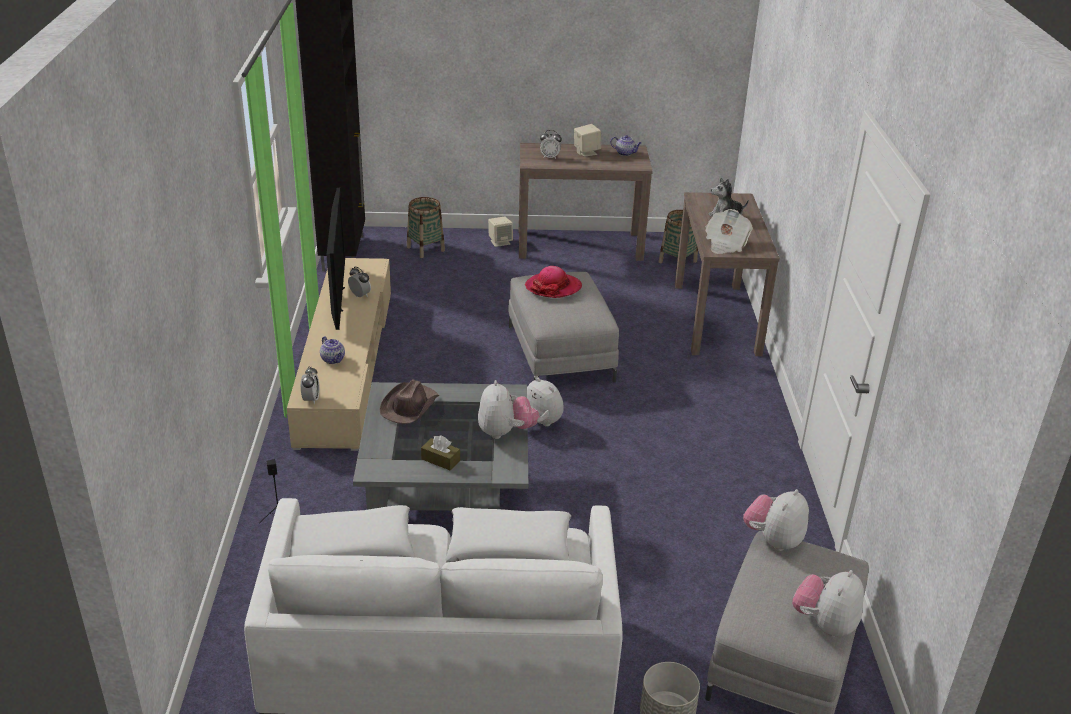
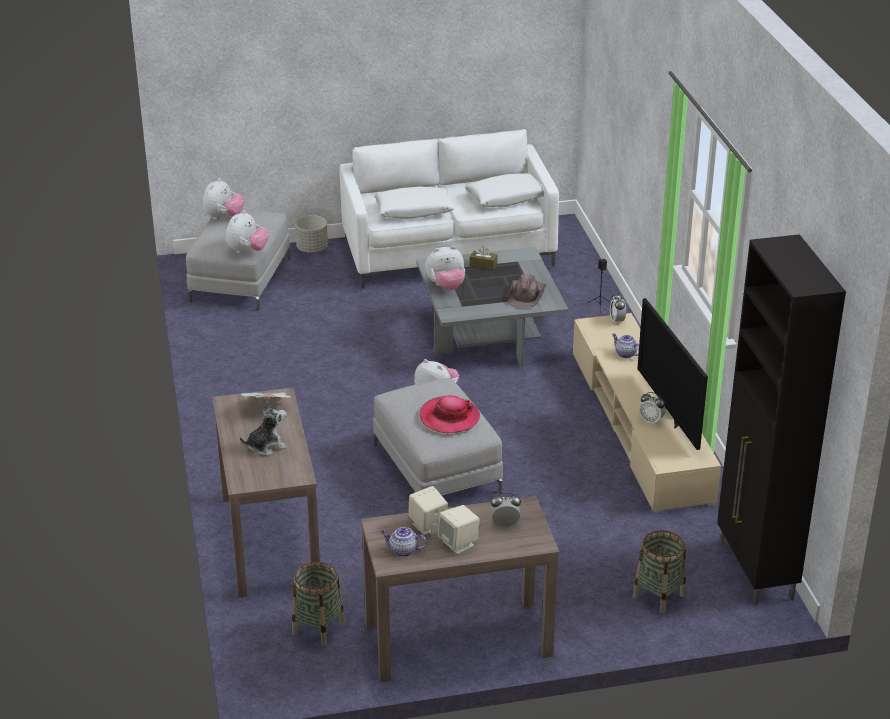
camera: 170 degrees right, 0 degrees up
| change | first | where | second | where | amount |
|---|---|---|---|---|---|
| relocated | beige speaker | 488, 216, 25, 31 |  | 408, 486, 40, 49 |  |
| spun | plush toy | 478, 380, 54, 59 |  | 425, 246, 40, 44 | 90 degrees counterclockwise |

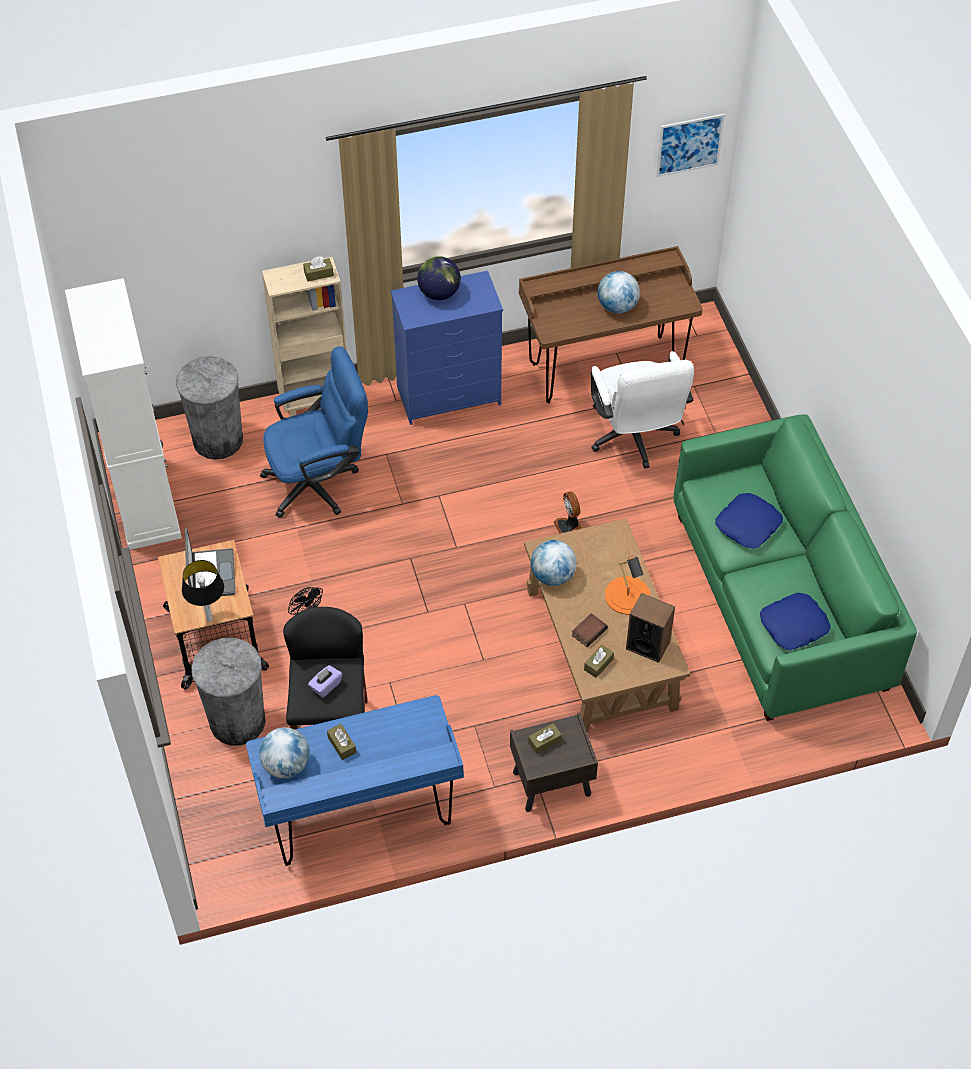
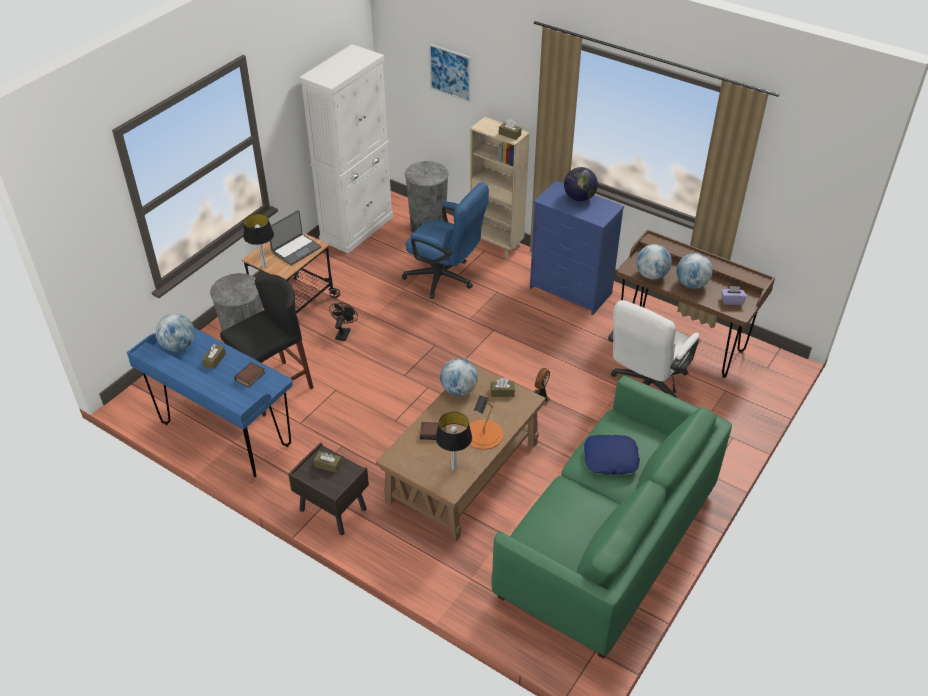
camera: 50 degrees right, 10 degrees down
| change | first | where | second | where | amount |
|---|---|---|---|---|---|
| missing | blue pillow | 760, 593, 71, 57 |  |  |  |
| appeared |  |  | book | 234, 362, 31, 26 |  |
| appeared |  |  | globe | 636, 244, 36, 35 |  |
| relocated | purple tissue box | 308, 665, 34, 33 |  | 721, 286, 26, 19 |  |
| relocated | brown tissue box | 584, 645, 30, 33 |  | 491, 378, 24, 19 |  |
| relocated | picture | 656, 114, 69, 63 |  | 429, 44, 42, 58 |  |
| exchanged | speaker | 626, 593, 49, 70 | table lamp | 436, 412, 36, 59 |  |

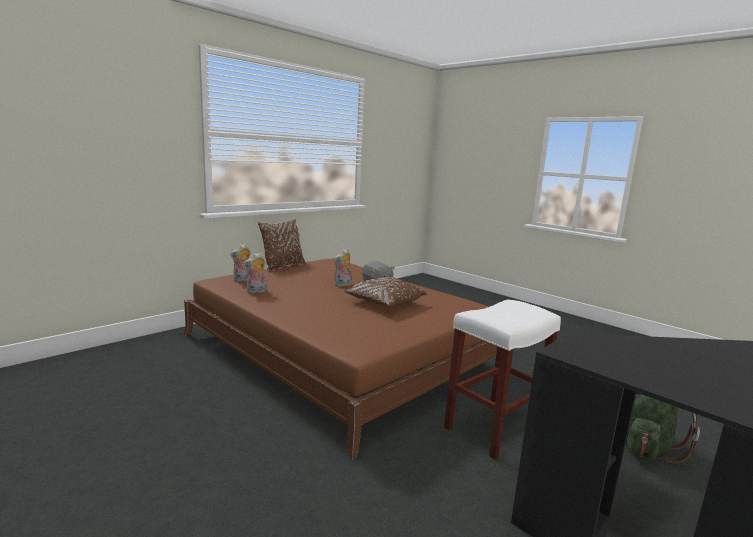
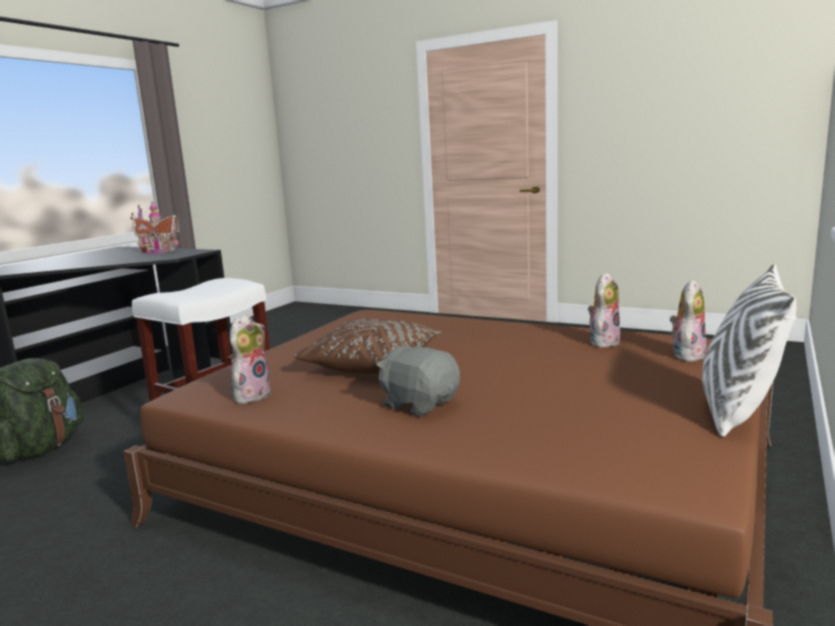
camera: 165 degrees right, 0 degrees up
| change | first | where | second | where | amount |
|---|---|---|---|---|---|
| appeared |  |  | toy house | 130, 201, 49, 53 |  |
| relocated | plush toy | 334, 249, 18, 38 |  | 230, 315, 42, 89 |  |
| colour | brown pillow | 258, 219, 47, 52 | white pillow | 702, 264, 94, 173 |  |

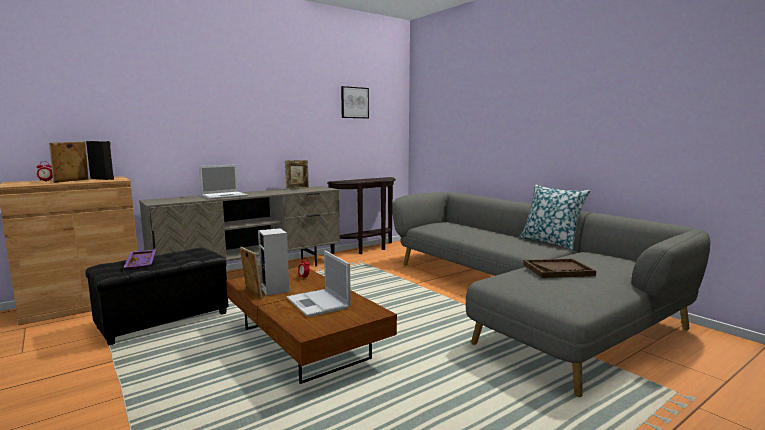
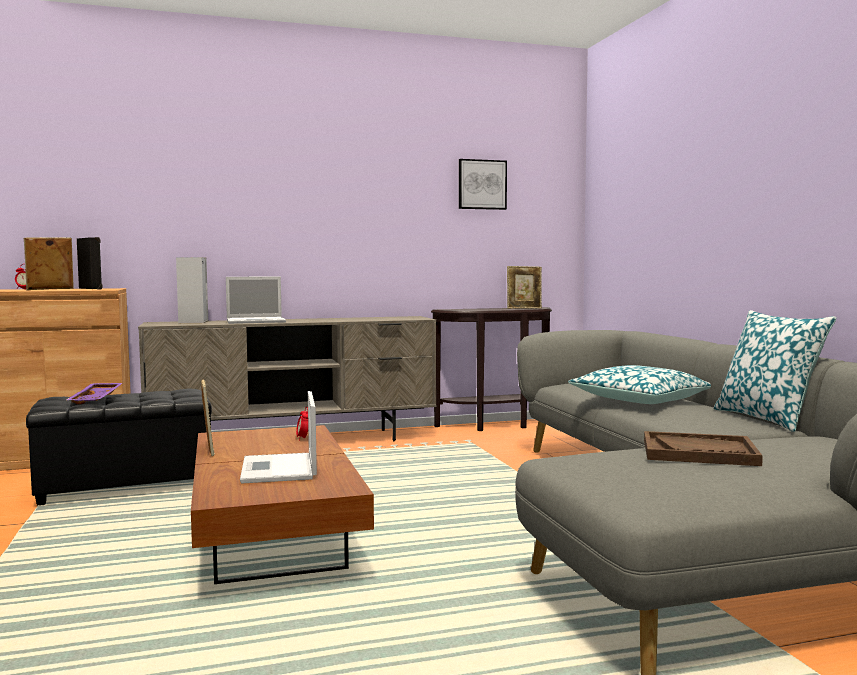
camera: 20 degrees right, 5 degrees down
| change | first | where | second | where | amount |
|---|---|---|---|---|---|
| appeared |  |  | pillow | 568, 365, 143, 39 |  |
| relocated | speaker | 258, 228, 31, 68 |  | 176, 257, 32, 66 |  |
| relocated | picture frame | 285, 160, 24, 29 |  | 507, 266, 35, 43 |  |

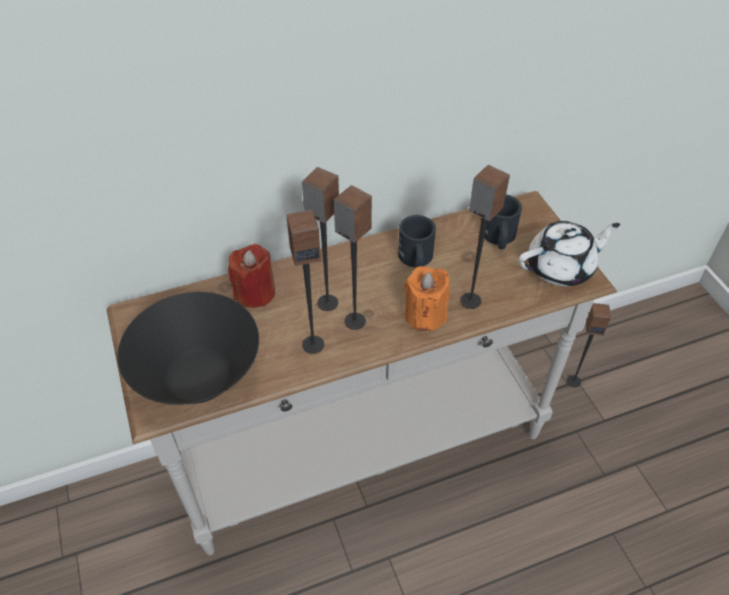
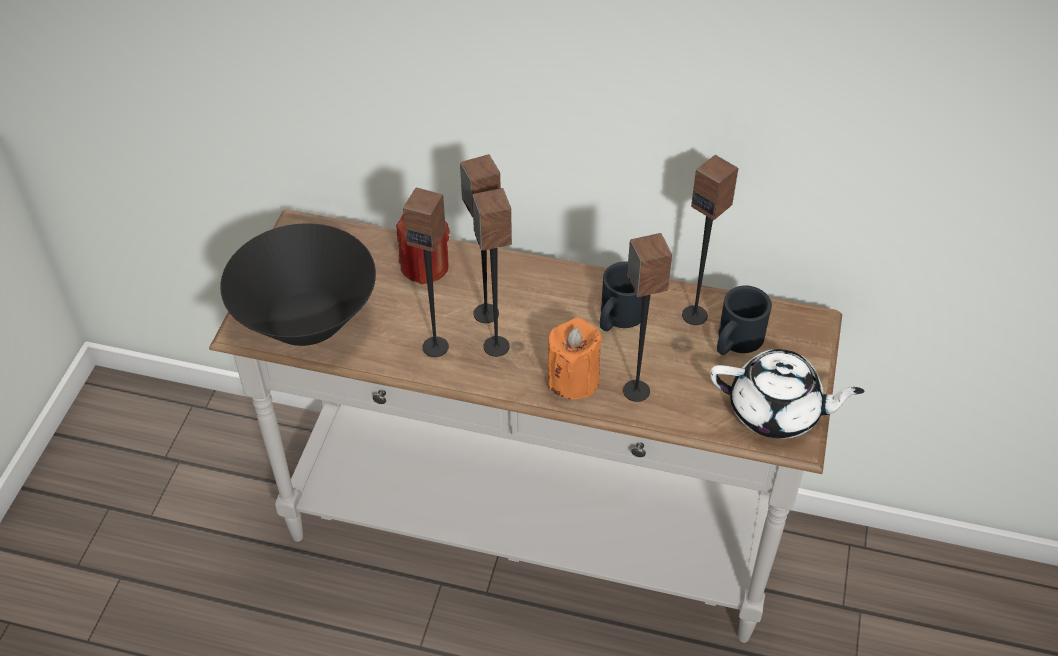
camera: 35 degrees right, 0 degrees up
| change | first | where | second | where | amount |
|---|---|---|---|---|---|
| relocated | speaker | 566, 303, 44, 84 |  | 682, 155, 57, 170 |  |

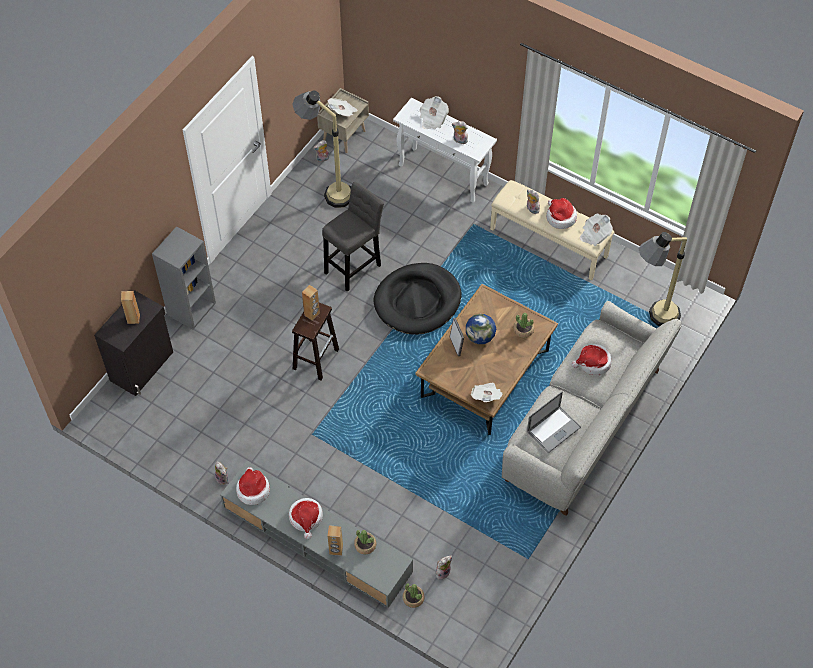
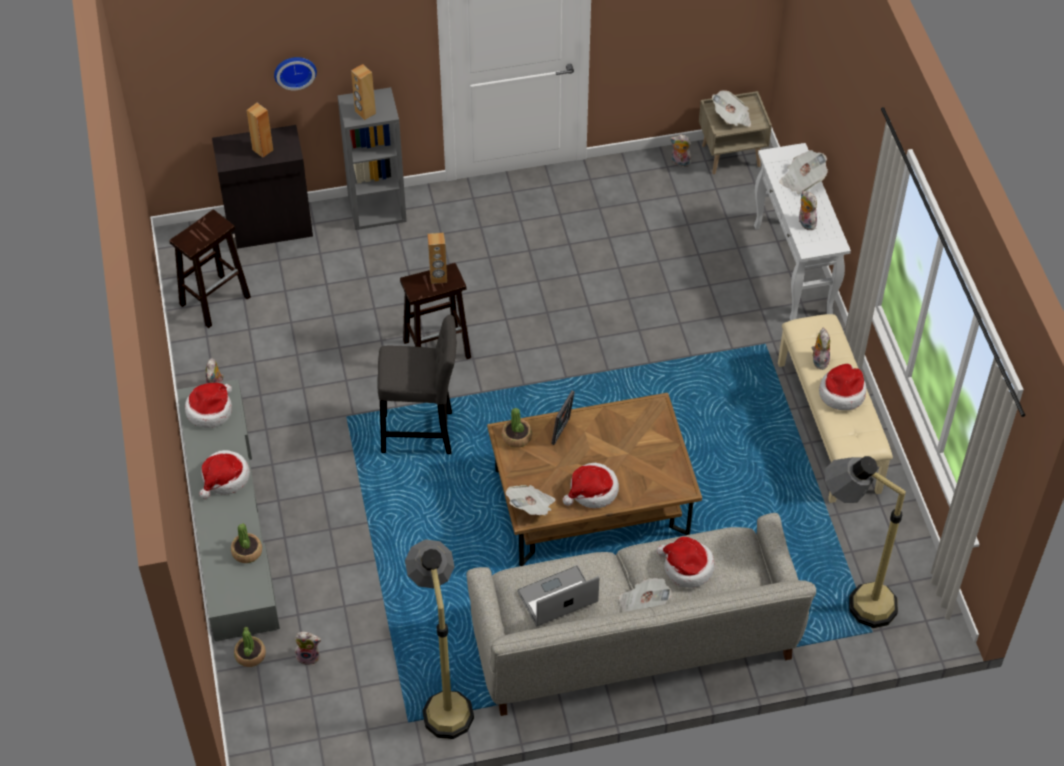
camera: 45 degrees right, 5 degrees down
| change | first | where | second | where | amount |
|---|---|---|---|---|---|
| missing | black dog bed | 374, 263, 88, 72 |  |  |  |
| missing | globe | 466, 314, 30, 30 |  |  |  |
| appeared |  |  | brown stool | 169, 210, 82, 118 |  |
| appeared |  |  | wall clock | 274, 57, 43, 33 |  |
| appeared |  |  | hat | 563, 463, 56, 45 |  |
| relocated | floor lamp | 292, 90, 59, 118 |  | 405, 539, 69, 200 |  |
| relocated | grey stool | 322, 182, 62, 110 |  | 377, 315, 80, 139 |  |
| relocated | brown speaker | 328, 525, 15, 31 |  | 351, 64, 25, 56 |  |
| relocated | potted plant | 514, 313, 20, 25 |  | 502, 408, 30, 40 |  |
| relocated | newspaper | 580, 213, 33, 33 |  | 618, 578, 54, 34 |  |
| spun | laptop | 527, 391, 54, 62 |  | 517, 566, 82, 60 | 150 degrees clockwise |

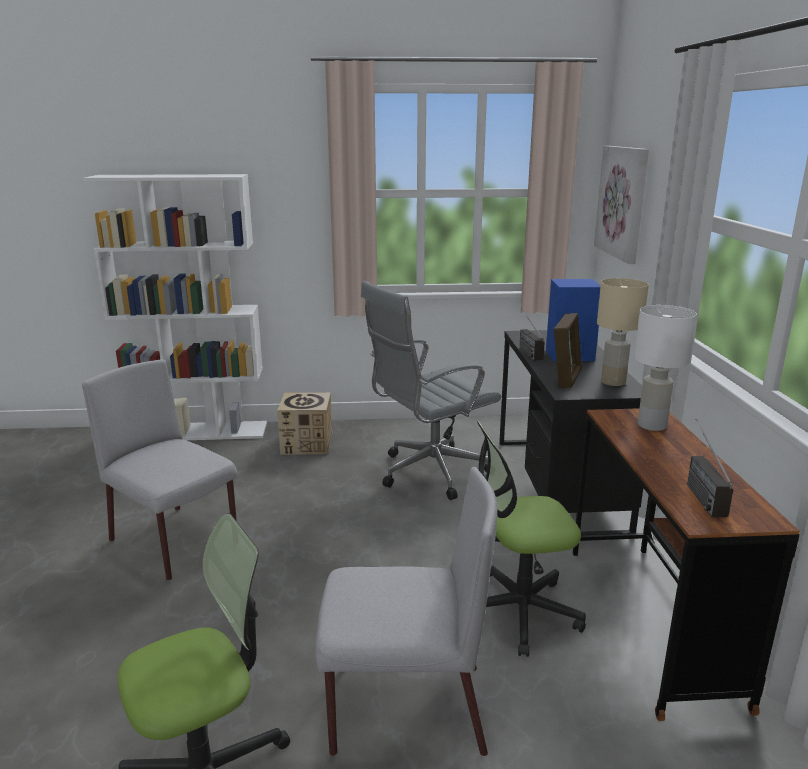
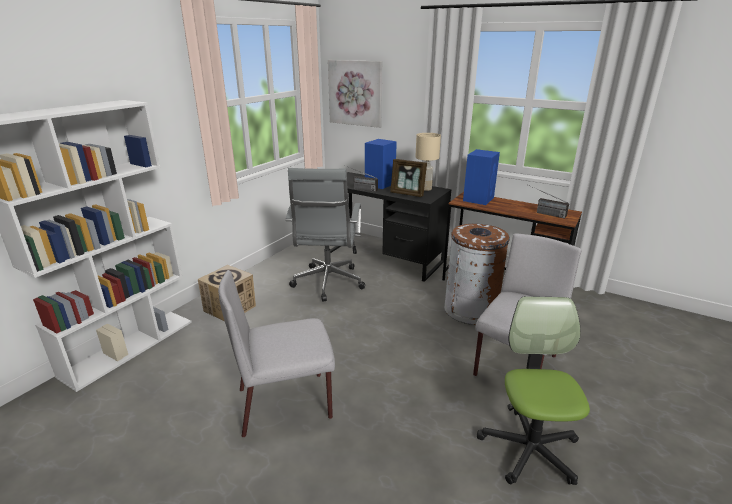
camera: 55 degrees left, 5 degrees up
| change | first | where | second | where | amount |
|---|---|---|---|---|---|
| exchanged | office chair | 477, 420, 109, 237 | brown trash can | 444, 224, 66, 101 |  |
| exchanged | white table lamp | 634, 305, 63, 126 | blue speaker | 463, 149, 37, 56 |  |
| spun | picture frame | 554, 313, 28, 75 |  | 390, 159, 37, 38 | 150 degrees clockwise |

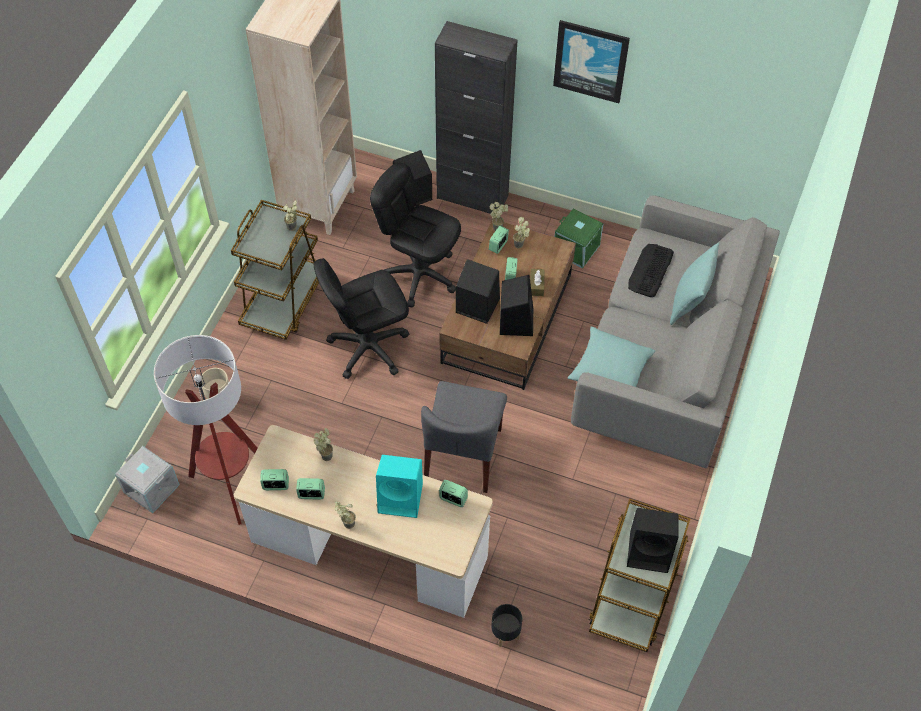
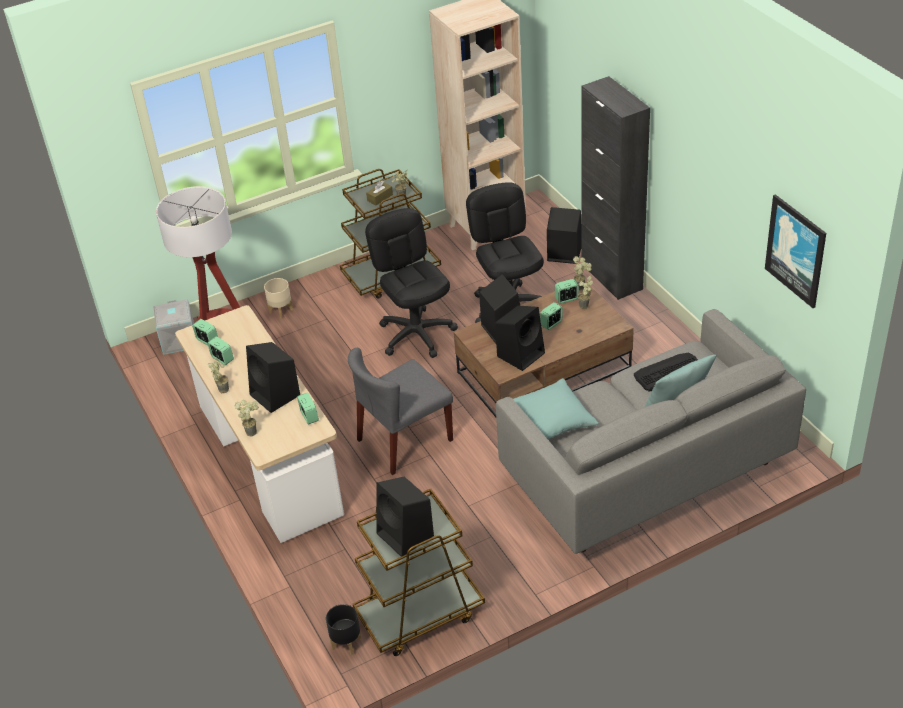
camera: 45 degrees right, 15 degrees down
| change | first | where | second | where | amount |
|---|---|---|---|---|---|
| missing | green storage box | 554, 209, 49, 59 |  |  |  |
| relocated | potted plant | 314, 428, 19, 33 |  | 234, 400, 25, 37 |  |
| relocated | black planter | 491, 604, 31, 43 |  | 326, 604, 35, 51 |  |
| relocated | brown tissue box | 530, 269, 14, 27 |  | 366, 180, 27, 25 |  |
| relocated | picture | 553, 20, 77, 83 |  | 765, 194, 61, 114 |  |
| colour | turquoise speaker | 376, 455, 47, 63 | black speaker | 246, 342, 54, 71 |  |
| spun | black office chair | 314, 258, 95, 121 |  | 365, 208, 93, 150 | 45 degrees clockwise |

